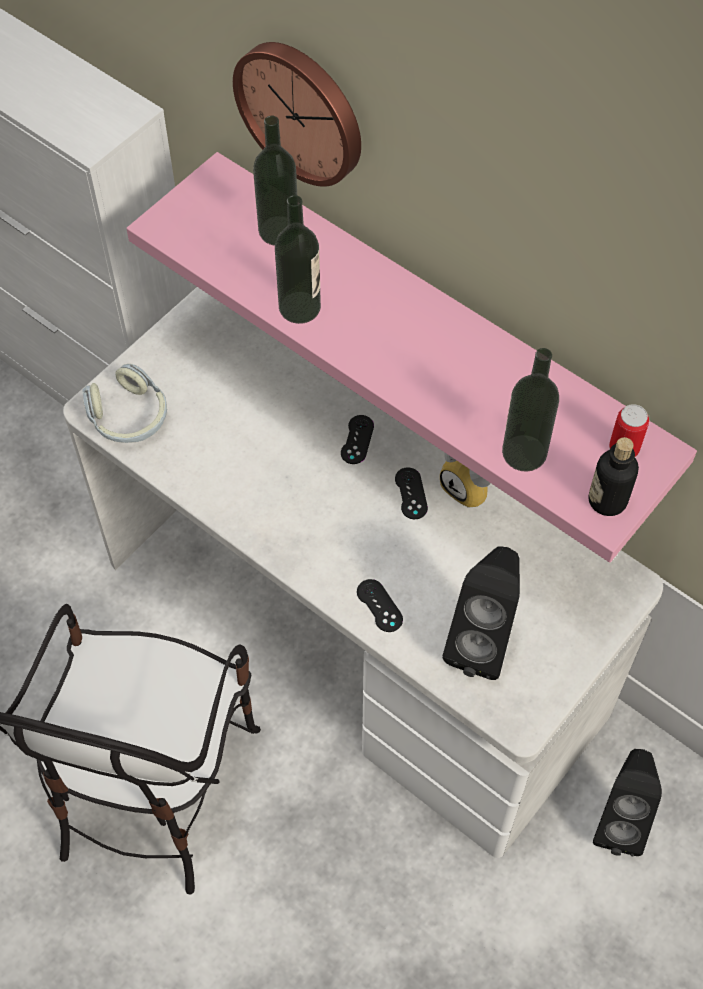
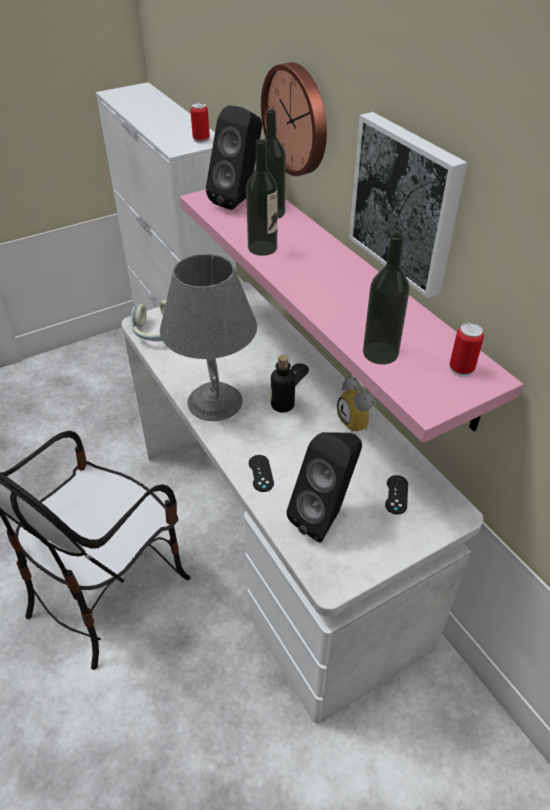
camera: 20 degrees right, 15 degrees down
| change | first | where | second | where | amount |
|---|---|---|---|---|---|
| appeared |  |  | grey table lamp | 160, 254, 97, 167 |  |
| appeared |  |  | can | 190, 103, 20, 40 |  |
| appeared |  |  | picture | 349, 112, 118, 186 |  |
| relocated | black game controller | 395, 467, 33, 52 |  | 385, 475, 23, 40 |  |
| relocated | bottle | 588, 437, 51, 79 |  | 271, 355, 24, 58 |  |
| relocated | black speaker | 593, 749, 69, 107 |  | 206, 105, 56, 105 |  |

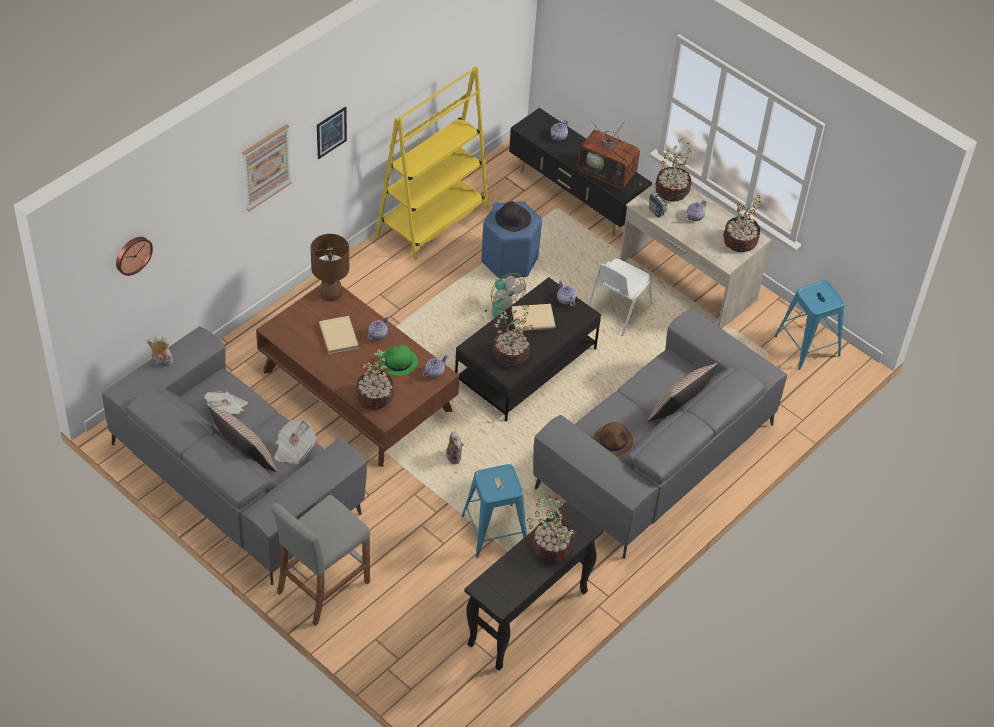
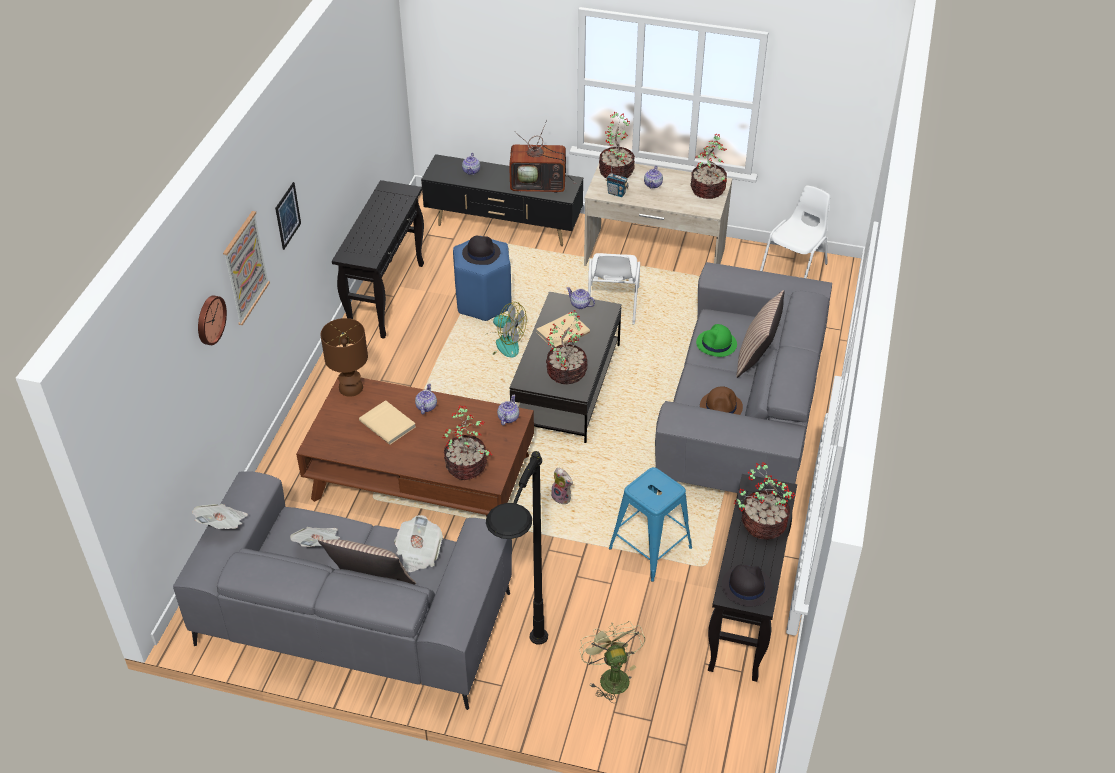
camera: 25 degrees left, 5 degrees down
| change | first | where | second | where | amount |
|---|---|---|---|---|---|
| appeared |  |  | green fan | 580, 621, 65, 82 |  |
| appeared |  |  | black hat | 722, 565, 51, 41 |  |
| relocated | wall clock | 116, 237, 37, 39 |  | 198, 295, 29, 50 |  |
| relocated | green hat | 379, 344, 39, 32 |  | 696, 324, 41, 33 |  |
| exchanged | plush toy | 147, 336, 26, 31 | newspaper | 192, 504, 56, 25 |  |
| exchanged | grey stool | 271, 495, 99, 131 | black floor lamp | 486, 451, 62, 194 |  |
| exchanged | yellow bookcase | 376, 66, 113, 195 | black console table | 332, 180, 92, 159 |  |
| exchanged | blue stool | 774, 280, 71, 90 | white chair | 760, 185, 70, 93 |  |

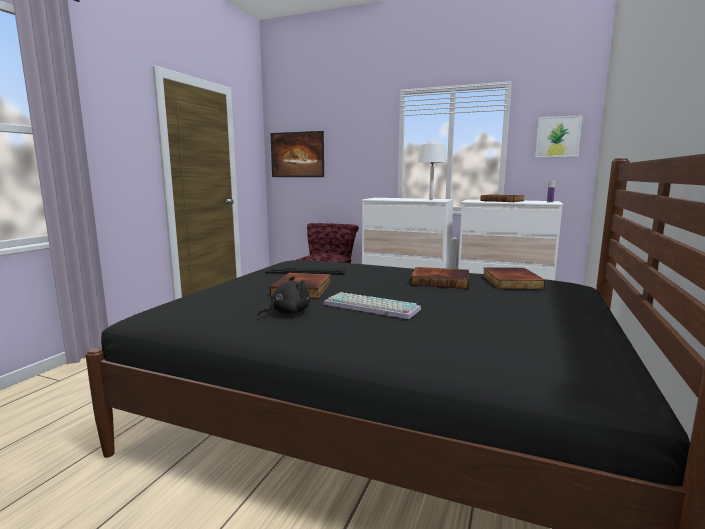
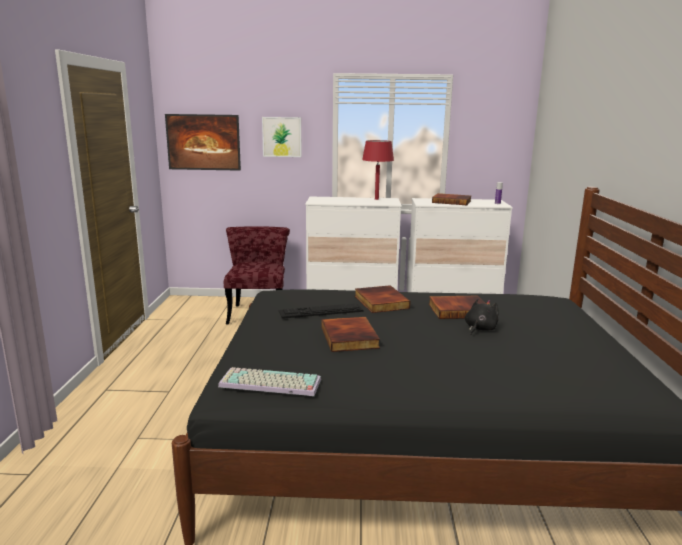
camera: 20 degrees left, 5 degrees up
| change | first | where | second | where | amount |
|---|---|---|---|---|---|
| relocated | black plush toy | 258, 276, 52, 40 |  | 465, 299, 34, 36 |  |
| relocated | keyboard | 324, 292, 97, 27 |  | 218, 367, 103, 29 |  |
| relocated | book | 482, 267, 64, 23 |  | 355, 285, 56, 28 |  |
| relocated | picture | 535, 115, 48, 42 |  | 262, 117, 40, 40 |  |
| colour | white table lamp | 418, 144, 29, 55 | red table lamp | 362, 140, 32, 60 |  |

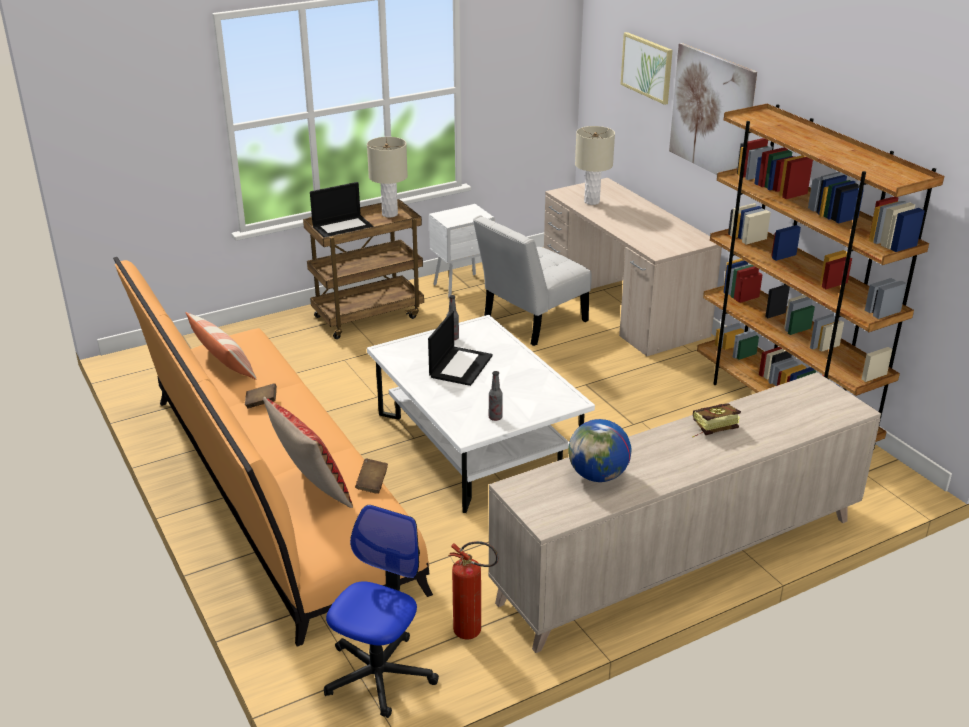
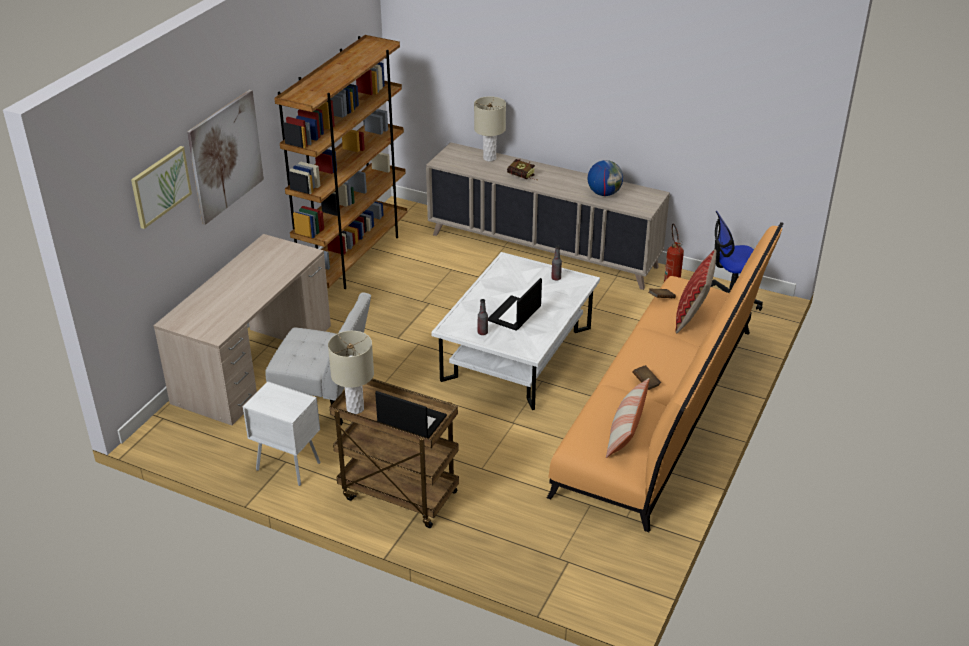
camera: 125 degrees left, 5 degrees up
| change | first | where | second | where | amount |
|---|---|---|---|---|---|
| relocated | beige table lamp | 575, 126, 40, 79 |  | 474, 96, 32, 65 |  |
| spun | laptop | 428, 311, 65, 75 |  | 488, 278, 54, 53 | 45 degrees counterclockwise |

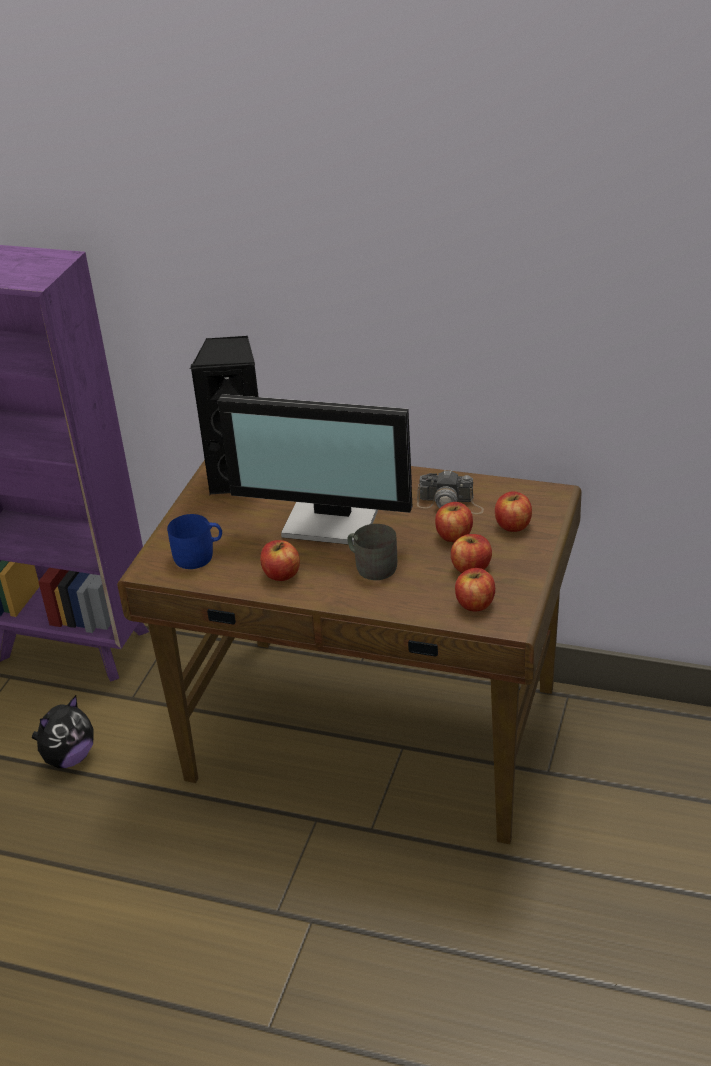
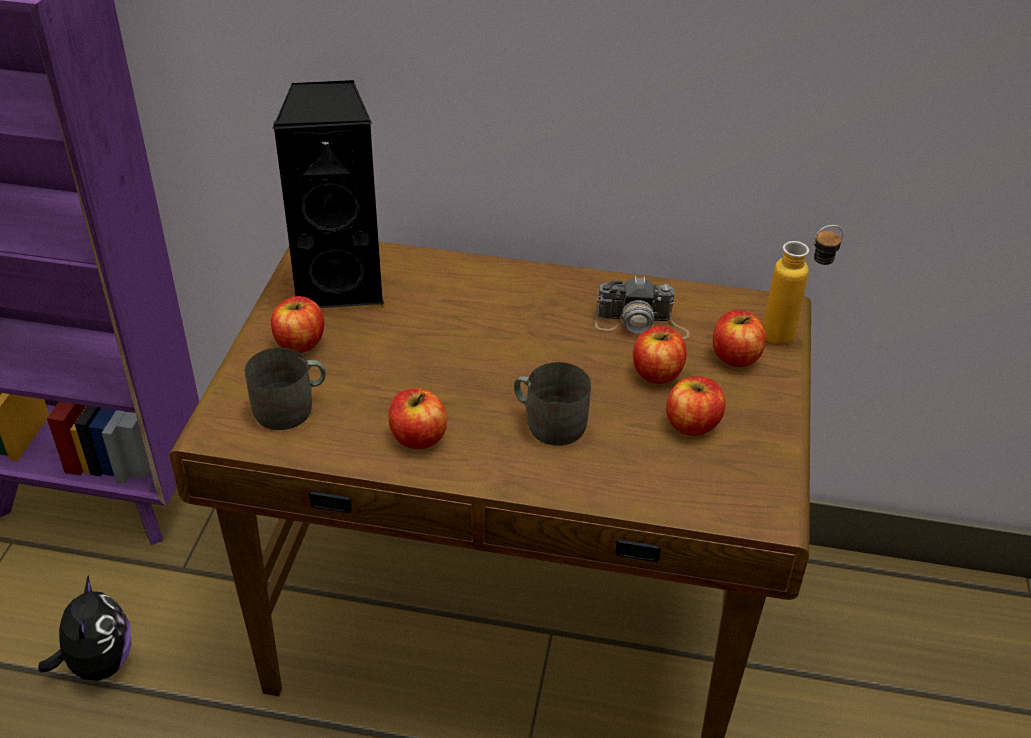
camera: 10 degrees left, 5 degrees up
| change | first | where | second | where | amount |
|---|---|---|---|---|---|
| missing | monitor | 218, 394, 194, 151 |  |  |  |
| appeared |  |  | bottle | 763, 225, 81, 121 |  |
| relocated | apple | 455, 568, 40, 43 |  | 271, 296, 53, 57 |  |
| colour | blue mug | 167, 514, 55, 55 | grey mug | 245, 347, 81, 83 |  |
| spun | plush toy | 32, 695, 62, 73 |  | 38, 575, 94, 105 | 45 degrees counterclockwise |

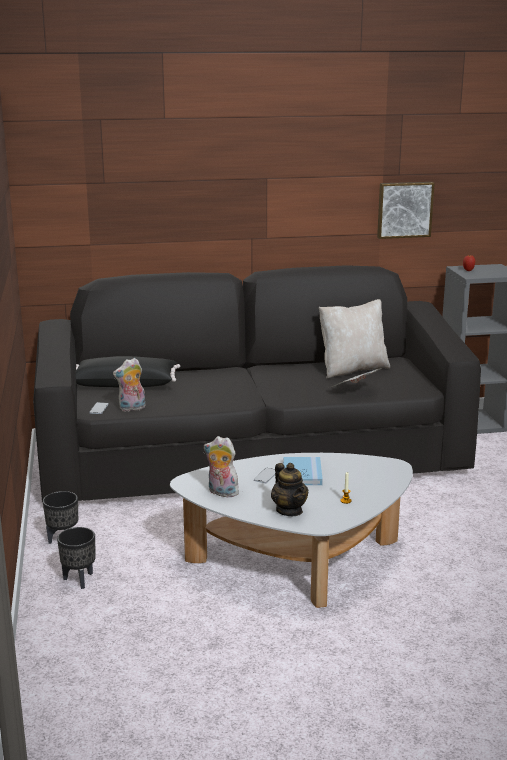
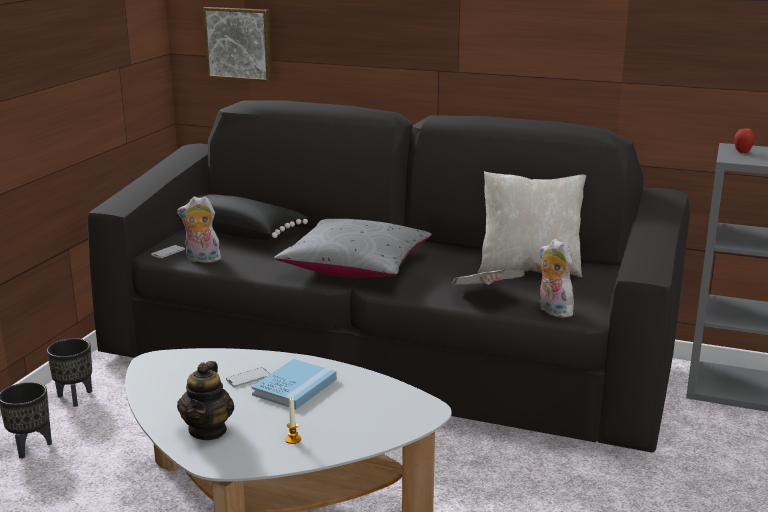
camera: 30 degrees right, 0 degrees up
| change | first | where | second | where | amount |
|---|---|---|---|---|---|
| appeared |  |  | grey pillow | 274, 219, 158, 59 |  |
| relocated | plush toy | 204, 436, 35, 61 |  | 540, 239, 34, 79 |  |
| relocated | picture | 377, 182, 58, 57 |  | 203, 7, 69, 75 |  |

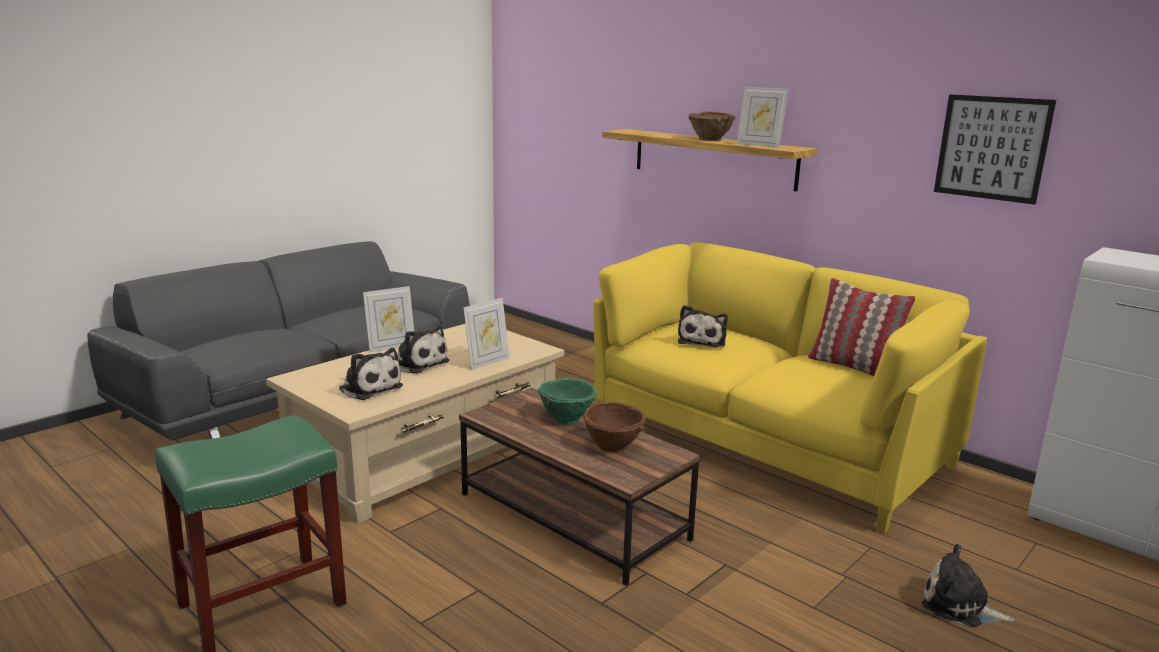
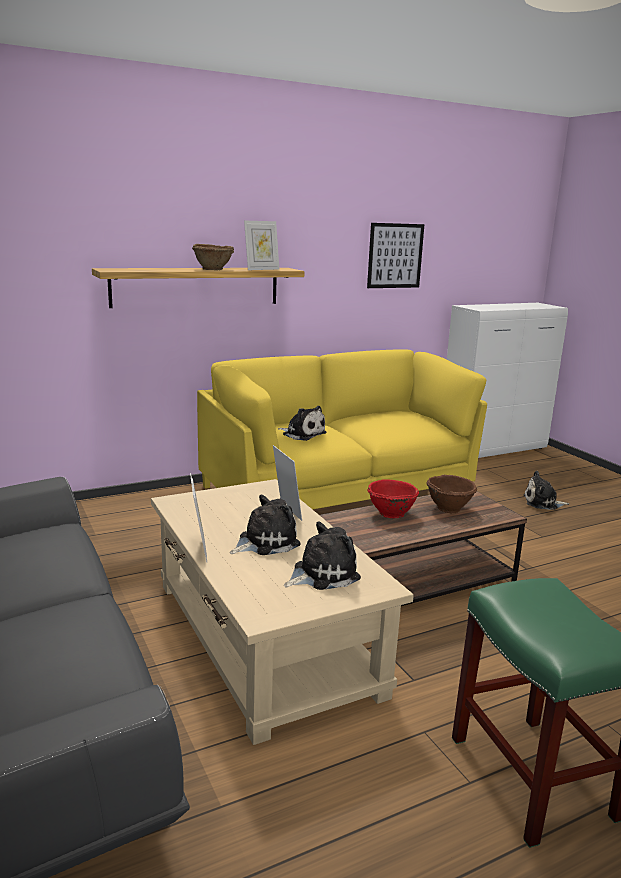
camera: 70 degrees left, 0 degrees up
| change | first | where | second | where | amount |
|---|---|---|---|---|---|
| missing | pillow | 808, 278, 107, 98 |  |  |  |
| colour | green bowl | 538, 378, 59, 46 | red bowl | 367, 480, 52, 38 |  |
| spun | plush toy | 922, 544, 92, 83 |  | 524, 471, 45, 39 | 45 degrees clockwise |

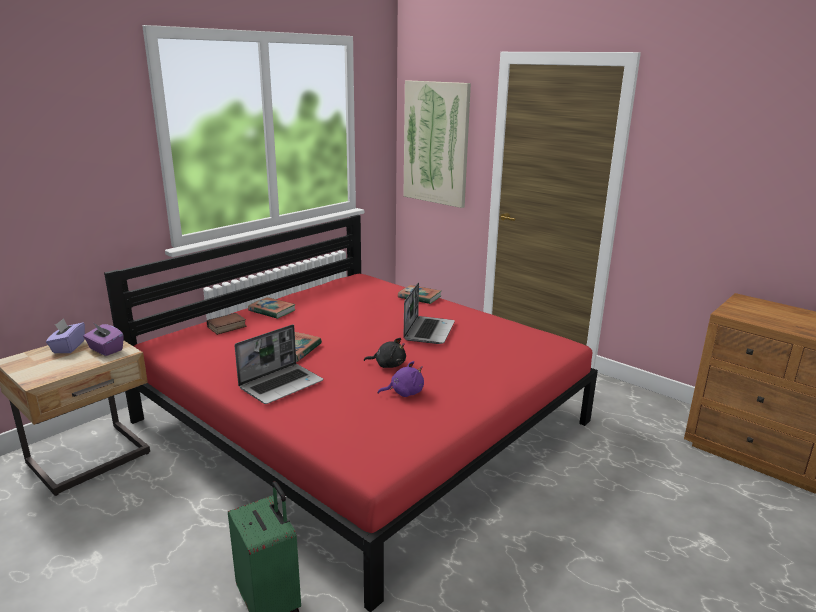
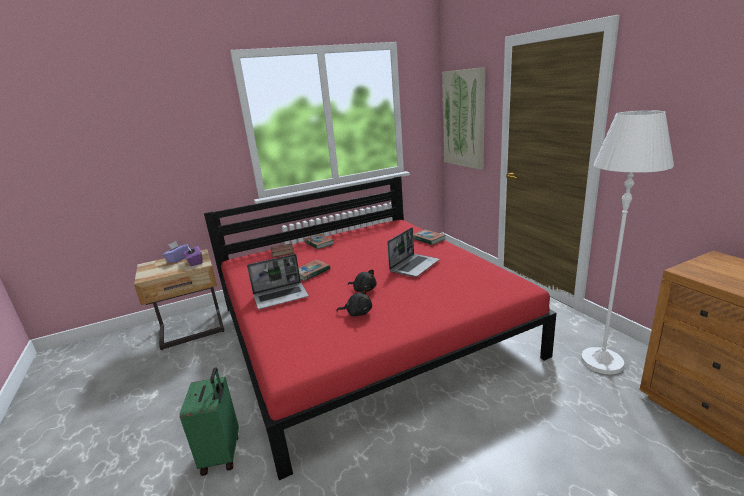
camera: 25 degrees right, 0 degrees up
| change | first | where | second | where | amount |
|---|---|---|---|---|---|
| appeared |  |  | white floor lamp | 581, 110, 93, 264 |  |
| colour | purple plush toy | 378, 361, 46, 36 | black plush toy | 337, 289, 35, 28 |  |

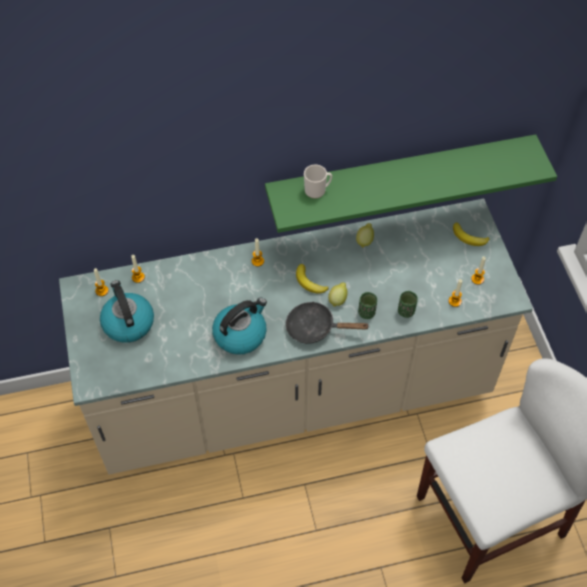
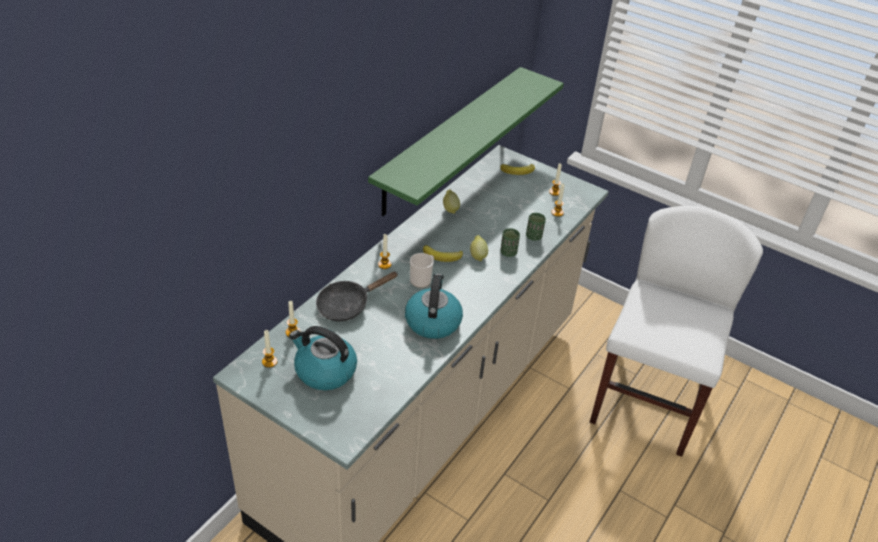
camera: 45 degrees left, 15 degrees down
| change | first | where | second | where | amount |
|---|---|---|---|---|---|
| relocated | black frying pan | 285, 301, 85, 43 |  | 316, 271, 81, 50 |  |
| relocated | mug | 304, 165, 28, 34 |  | 410, 253, 24, 35 |  |

